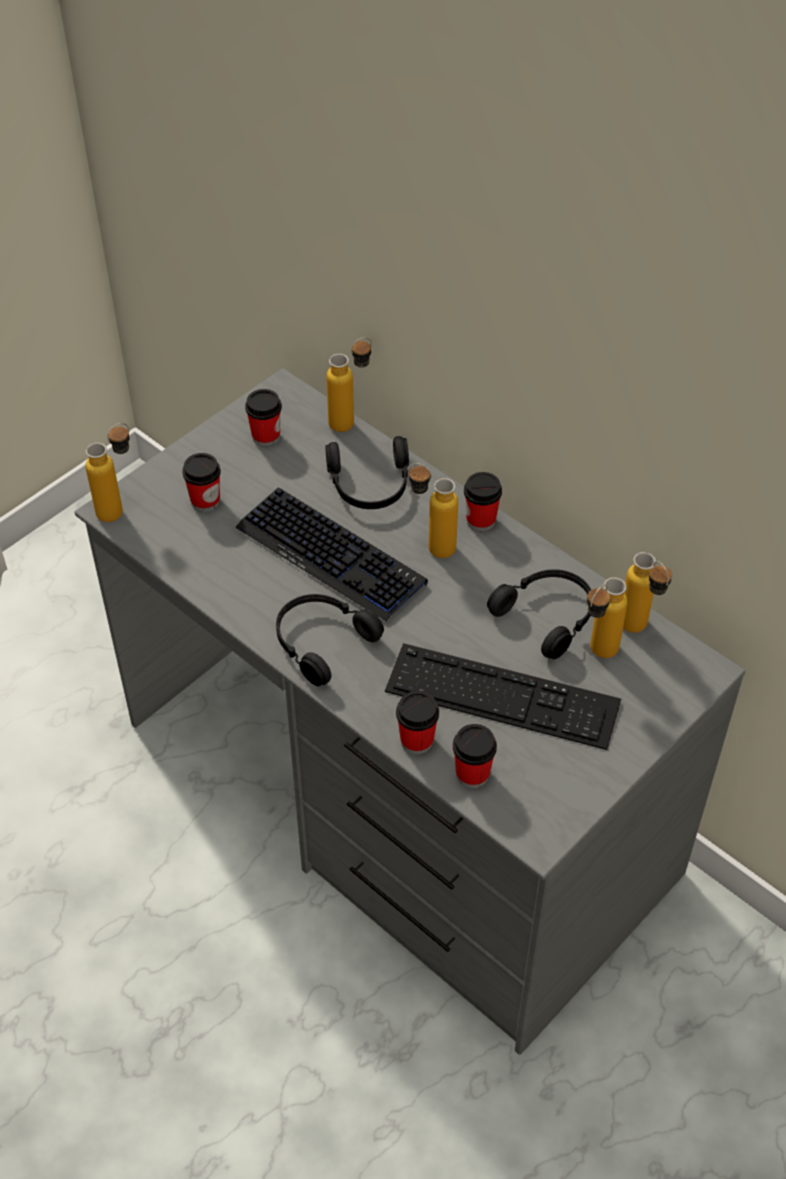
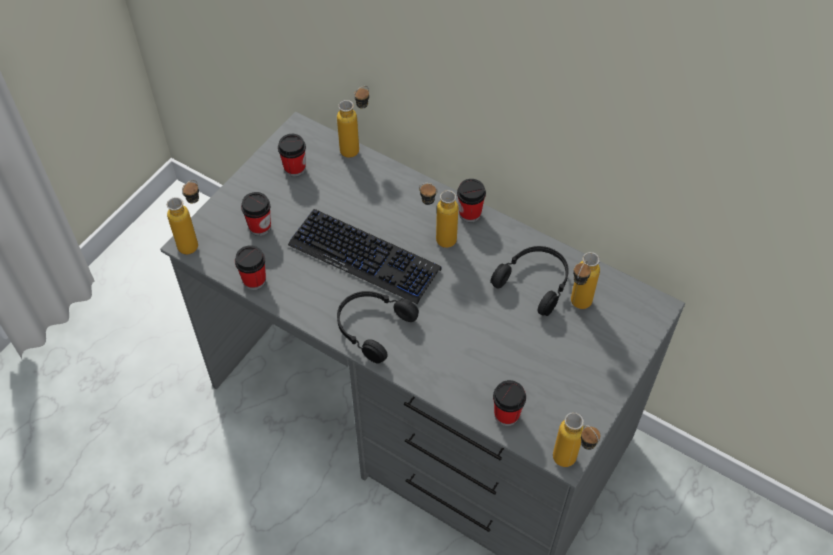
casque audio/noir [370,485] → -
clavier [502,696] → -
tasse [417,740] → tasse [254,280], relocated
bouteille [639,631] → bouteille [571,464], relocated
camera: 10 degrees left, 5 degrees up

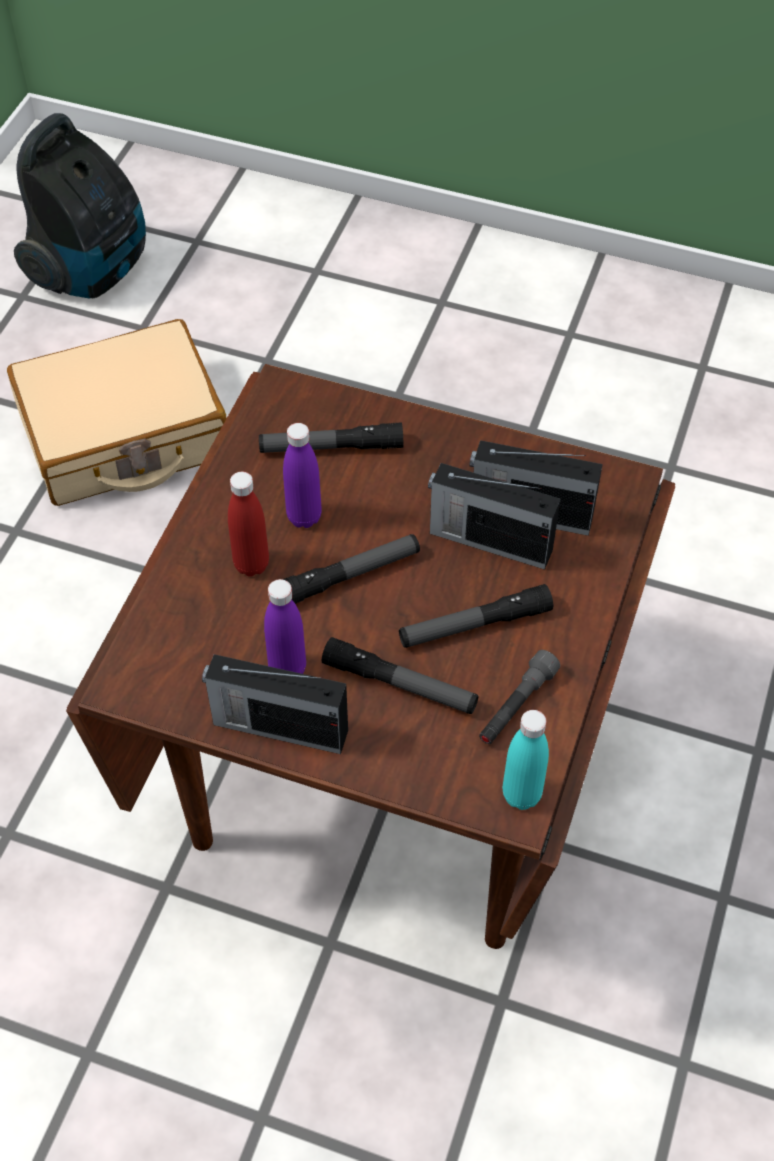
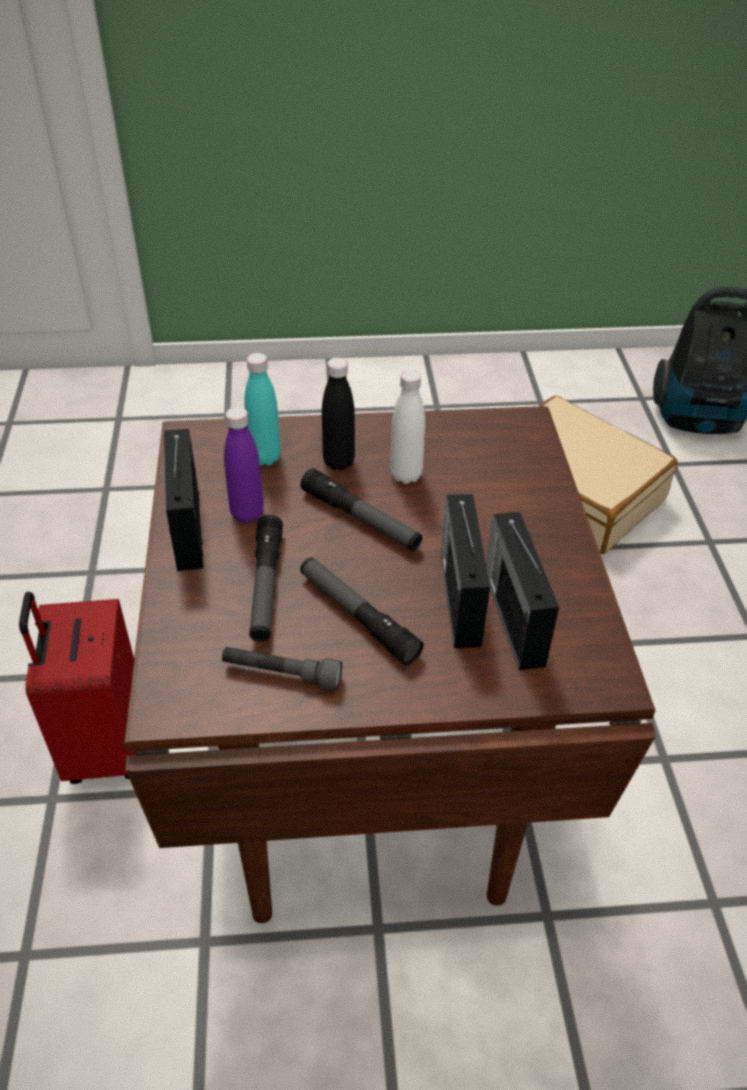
bouteille/rouge [251,564] → bouteille/noir [338,462]
lampe de poche [331,447] → -
bouteille/violet [304,517] → bouteille/blanc [406,475]
bouteille/turquoise [521,794] → bouteille/turquoise [265,457], relocated
- → valise/rouge [104,745]
camera: 65 degrees right, 10 degrees down

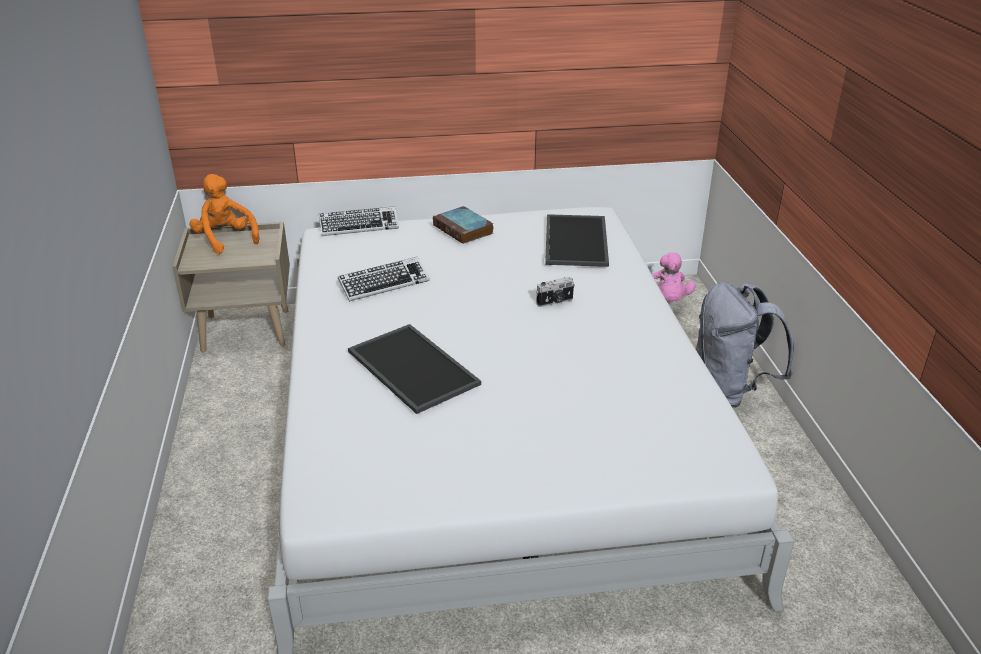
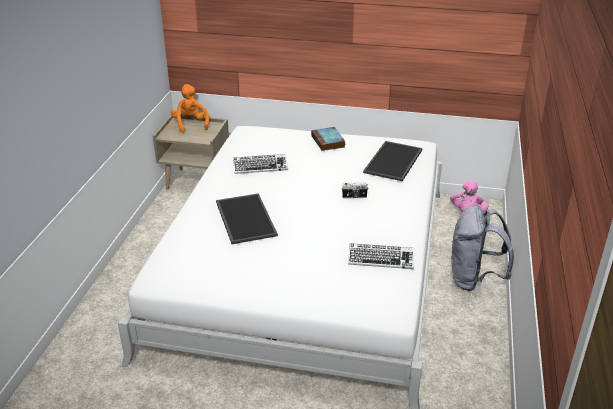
clavier [359,226] → clavier [381,259], relocated
camera: 20 degrees right, 0 degrees up

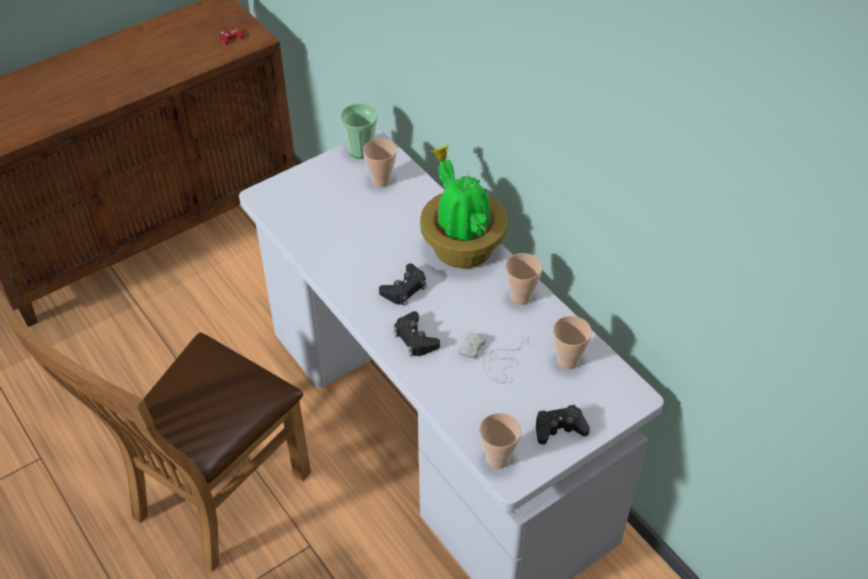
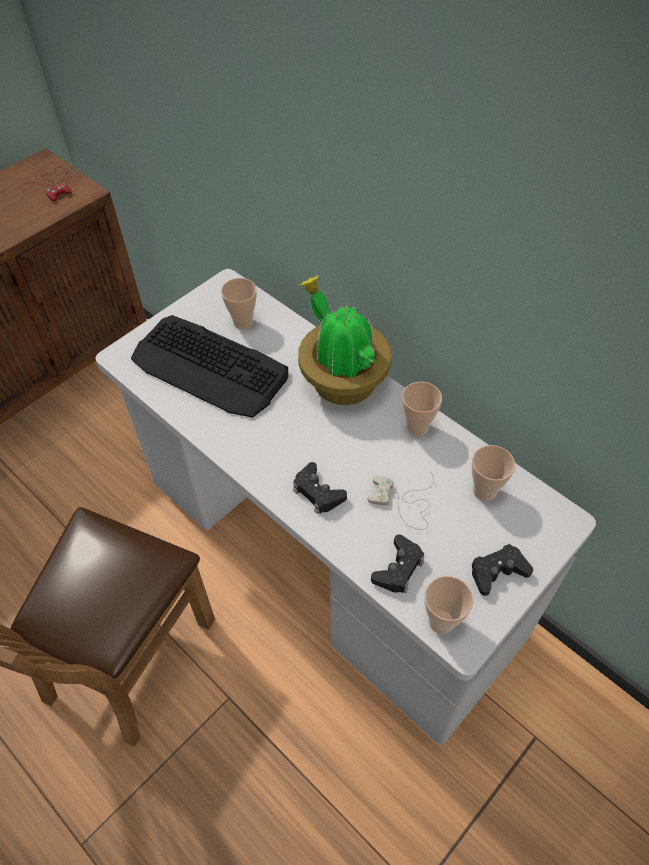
tasse [361,150] → -
manette/noir [404,289] → manette/noir [398,568], relocated
- → clavier [210,367]
camera: 10 degrees left, 5 degrees up

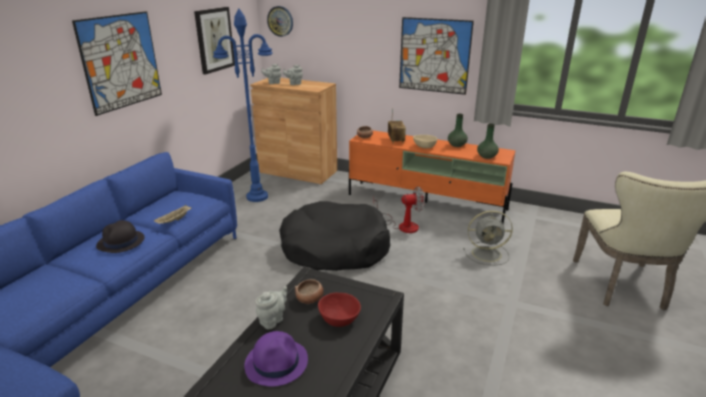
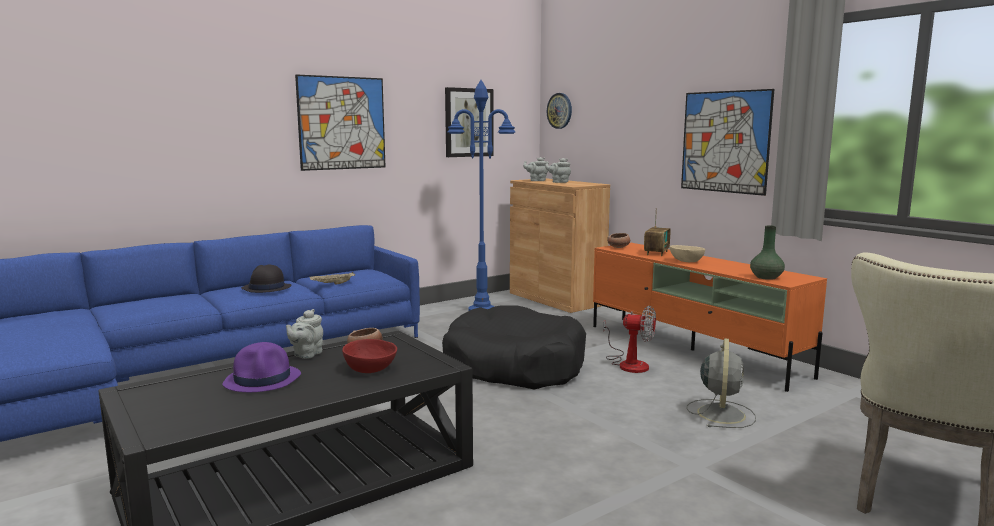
théière/gris [273,320] → théière/gris [306,354], 135 degrees clockwise
vase/vert [457,145] → -
ventilateur/gris [488,254] → ventilateur/gris [721,413], 105 degrees counterclockwise
camera: 30 degrees right, 15 degrees down

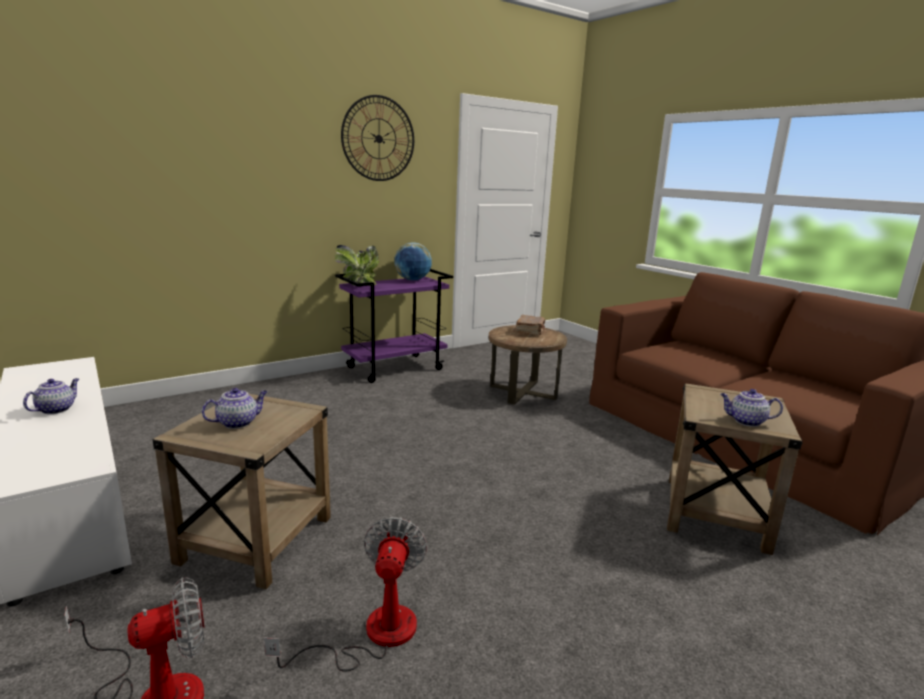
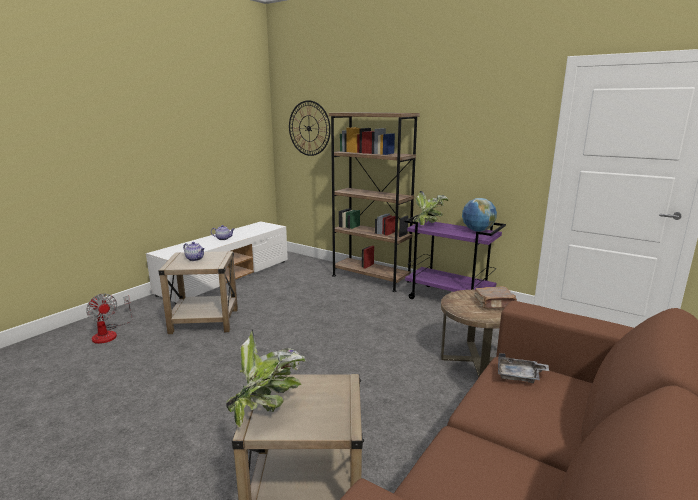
ventilateur [373,635] → -
horloge murale [378,139] → horloge murale [309,128], relocated
théière [746,421] → plante en pot [267,406]
- → bibliothèque/marron [370,278]
- → plateau/gris [519,376]
camera: 70 degrees right, 0 degrees up

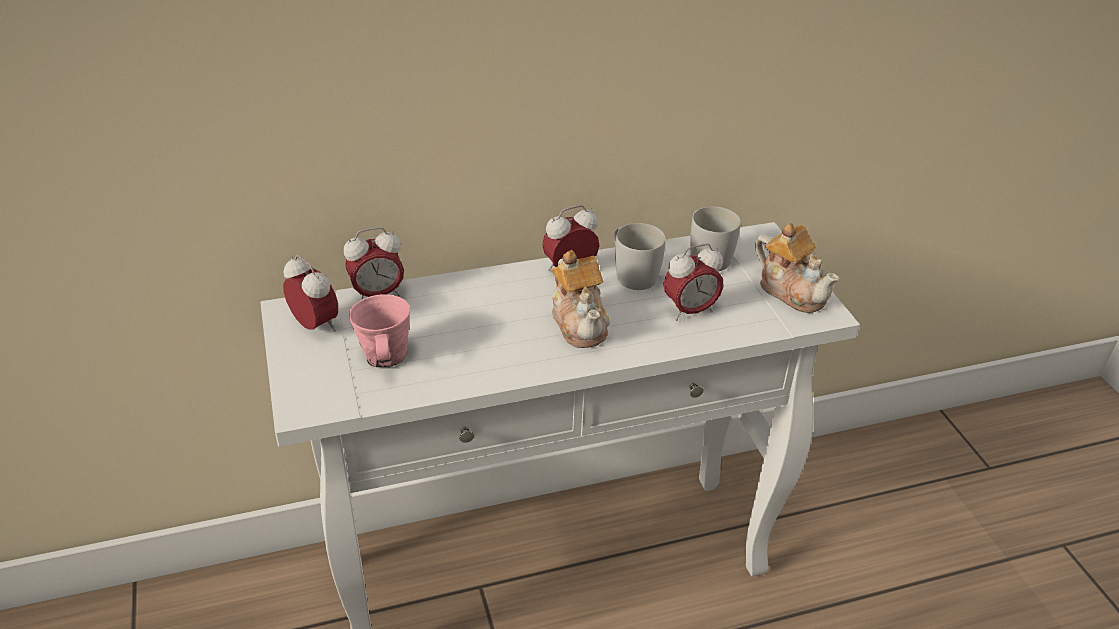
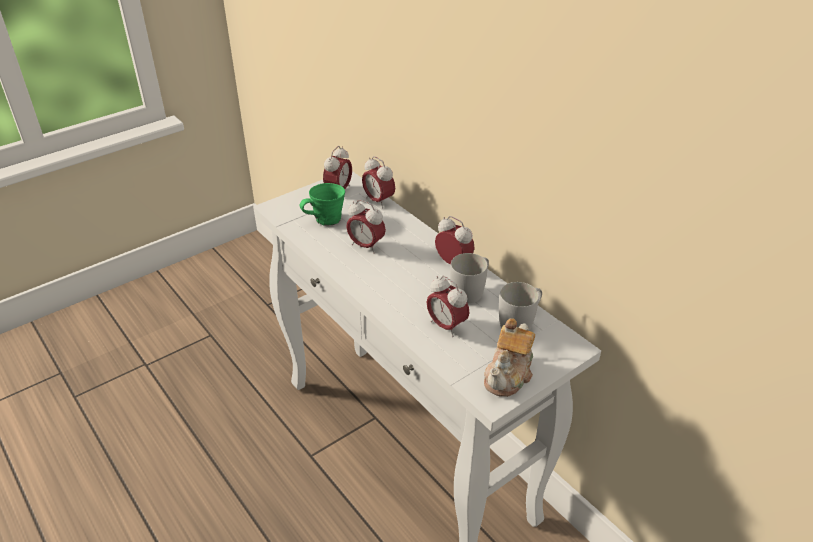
mug/rose [385,357] → mug/vert [326,220]
théière [580,322] → -
- → réveil [366,246]
camera: 70 degrees right, 0 degrees up

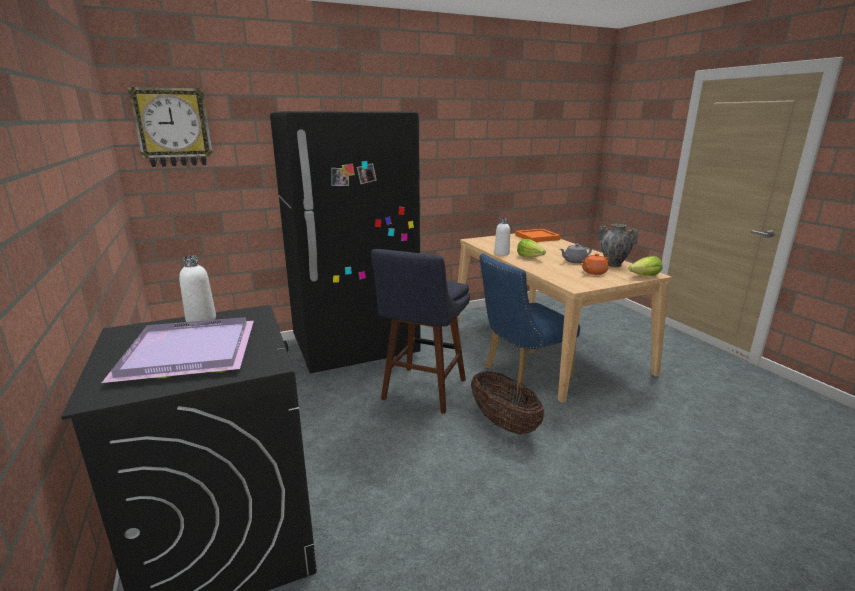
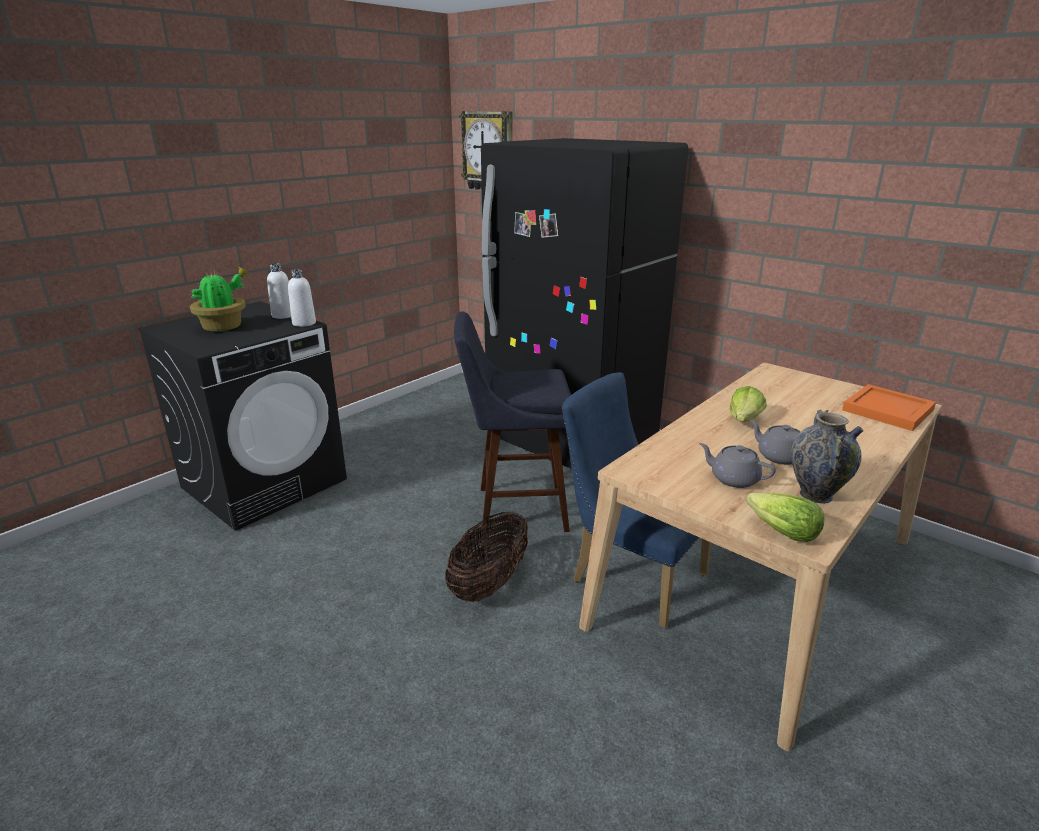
plateau/violet [186,351] → plante en pot [224,327]
bouteille/blanc [501,253] → bouteille/blanc [304,323], relocated
théière/orange [593,272] → théière/gris [733,479]
camera: 65 degrees right, 5 degrees up

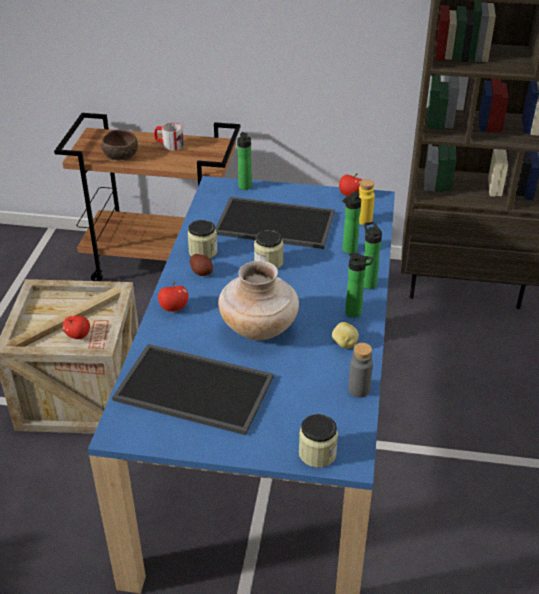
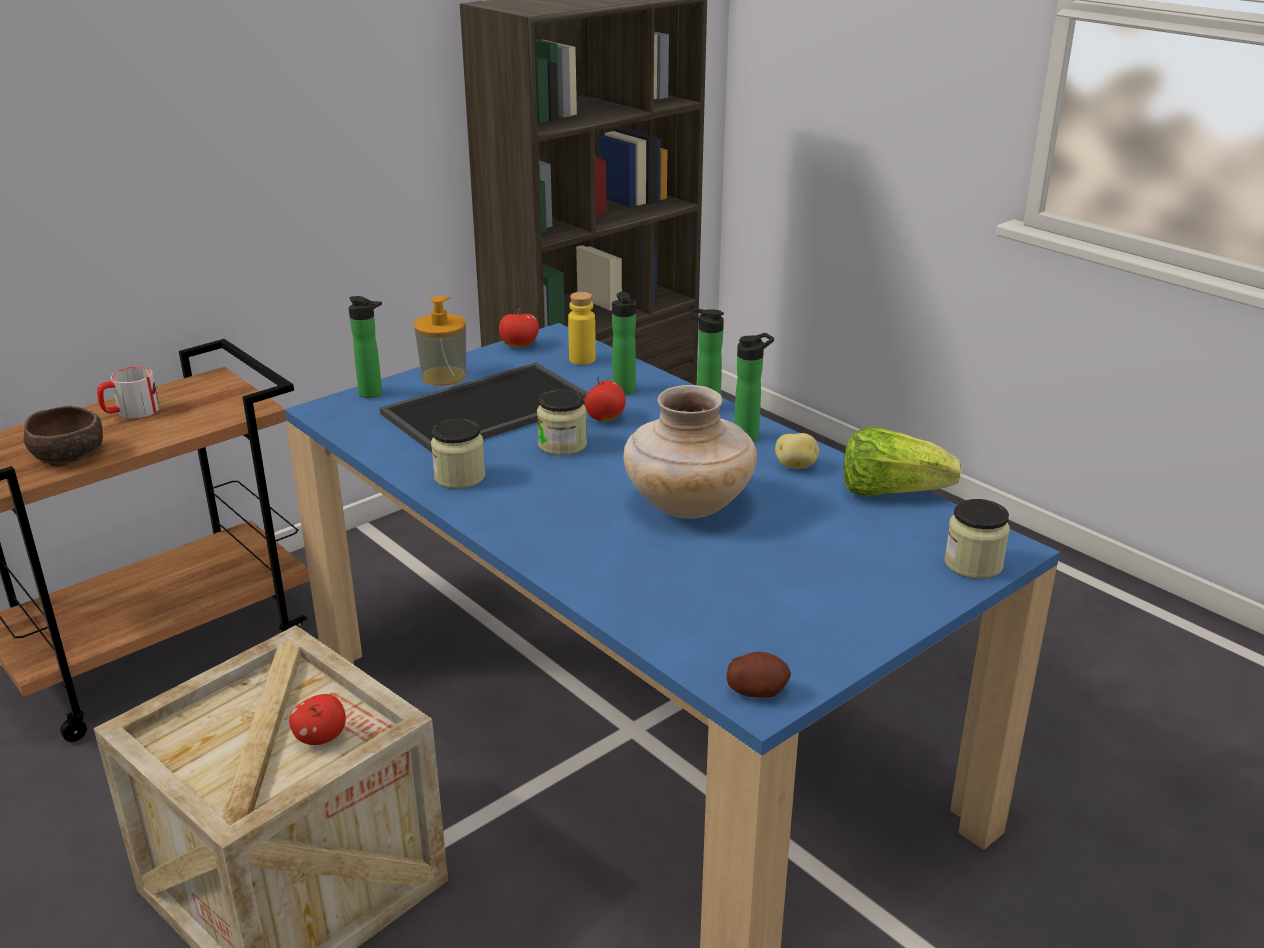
plateau [192,390] → -
pomme [174,308] → pomme [605,418], relocated
pomme de terre [202,272] → pomme de terre [757,691], relocated
bouteille/gris [359,390] → laitue [890,492]
- → distributeur de savon [444,376]
camera: 50 degrees left, 10 degrees down

